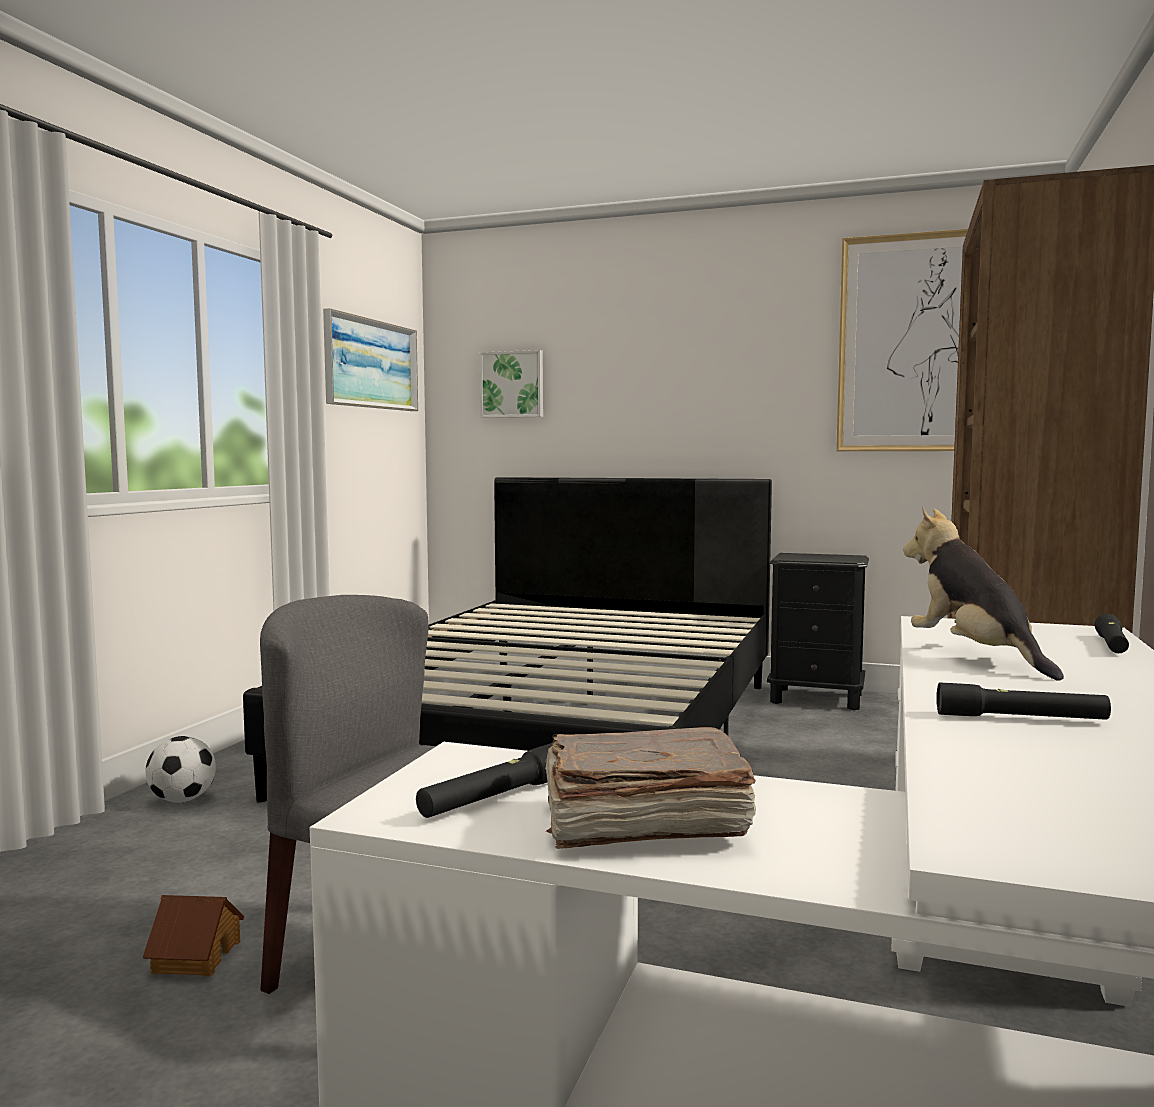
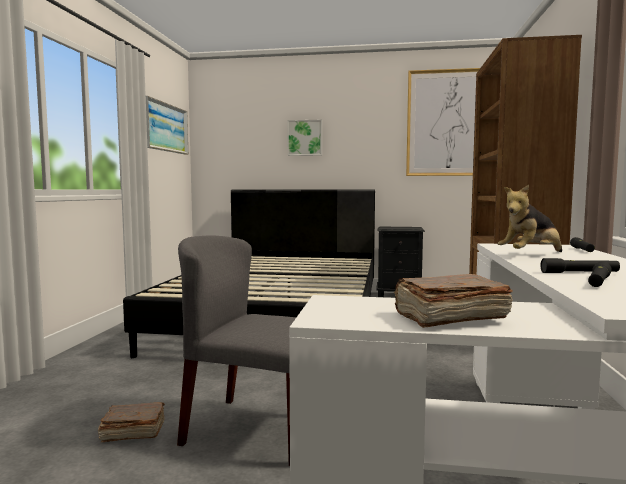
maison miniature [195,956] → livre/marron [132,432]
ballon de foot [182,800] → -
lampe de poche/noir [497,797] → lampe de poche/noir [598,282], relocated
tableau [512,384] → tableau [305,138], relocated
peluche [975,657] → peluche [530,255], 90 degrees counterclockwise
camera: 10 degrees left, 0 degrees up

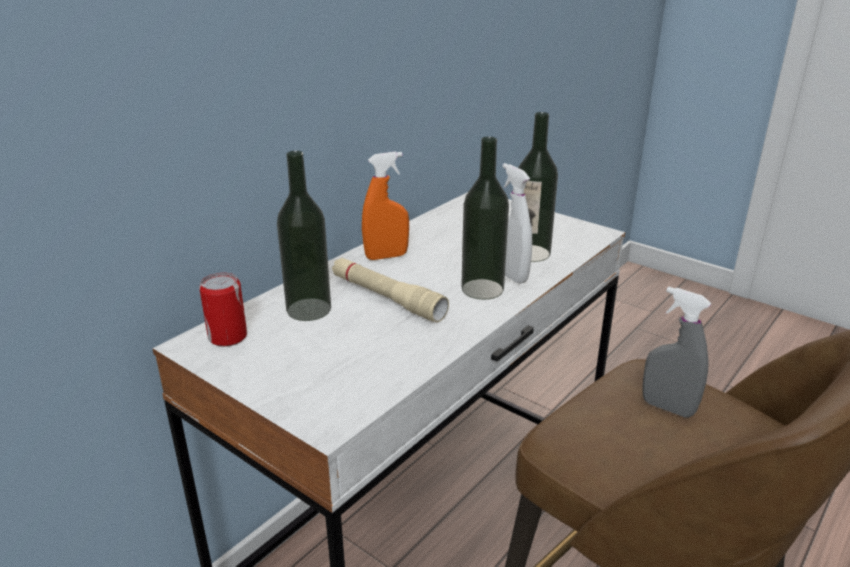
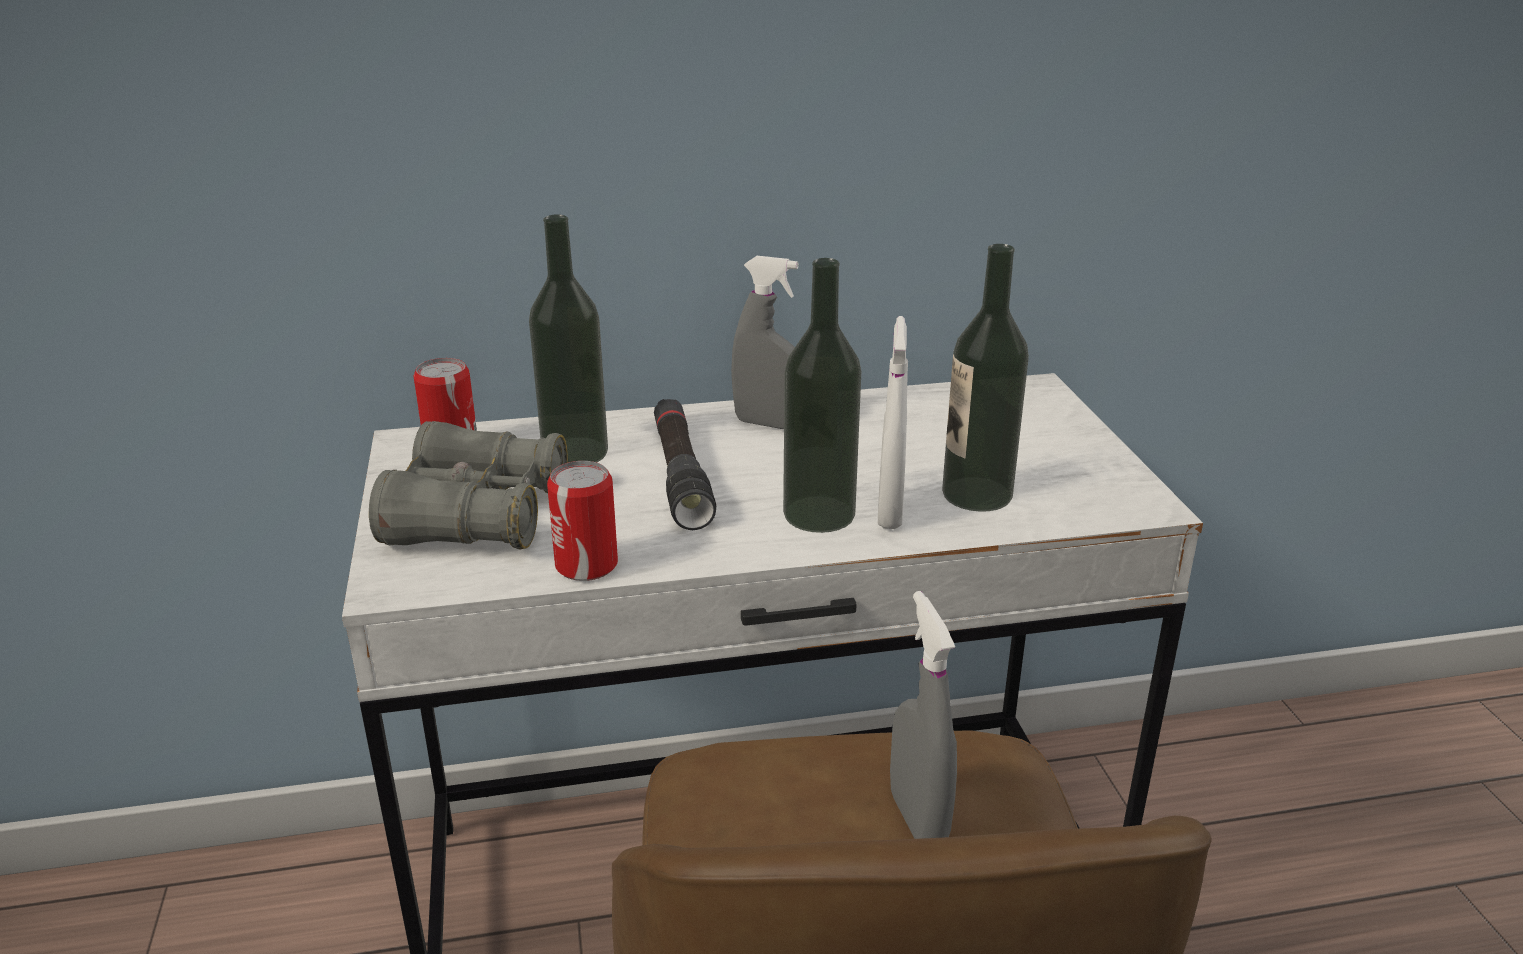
lampe de poche/beige [387,298] → lampe de poche/noir [681,476]
vaporisateur/orange [386,256] → vaporisateur/gris [768,423]
- → jumelles/gris [476,516]
- → boîte métallique [586,565]
camera: 40 degrees right, 0 degrees up

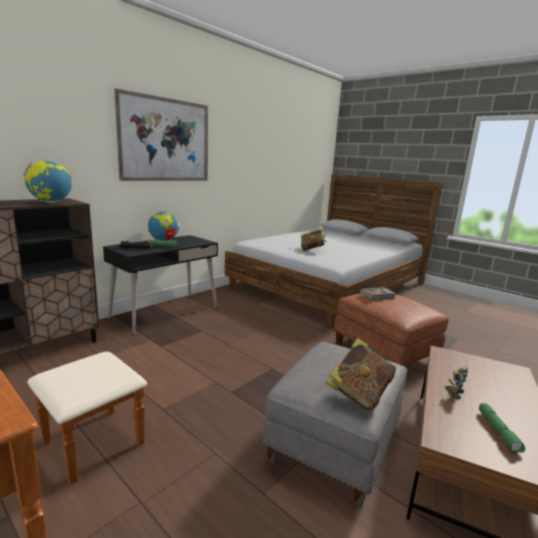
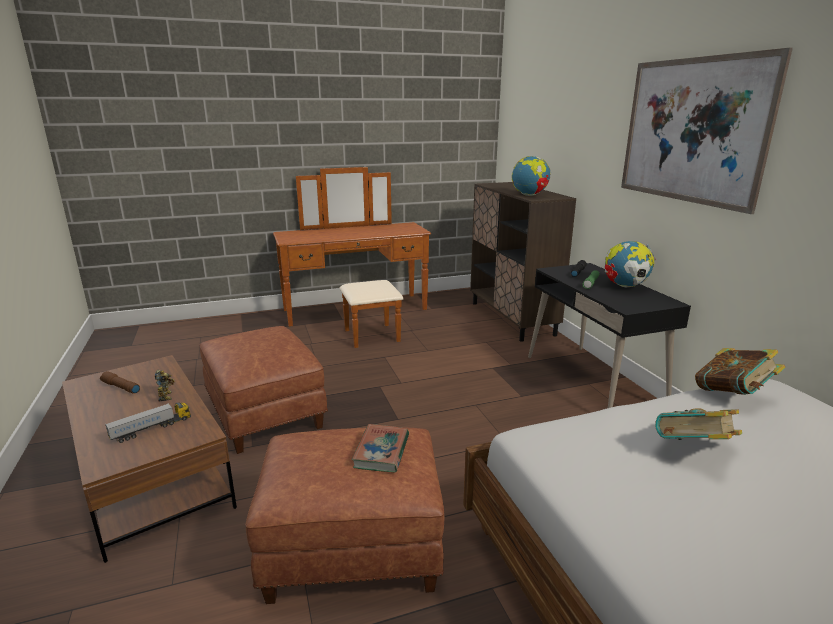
pouf/gris [334,441] → pouf/marron [267,414]
livre [358,395] → livre [732,394], relocated
lampe de poche/vert [498,432] → lampe de poche/marron [120,387]
- → camion jouet [151,429]
camera: 120 degrees right, 5 degrees up

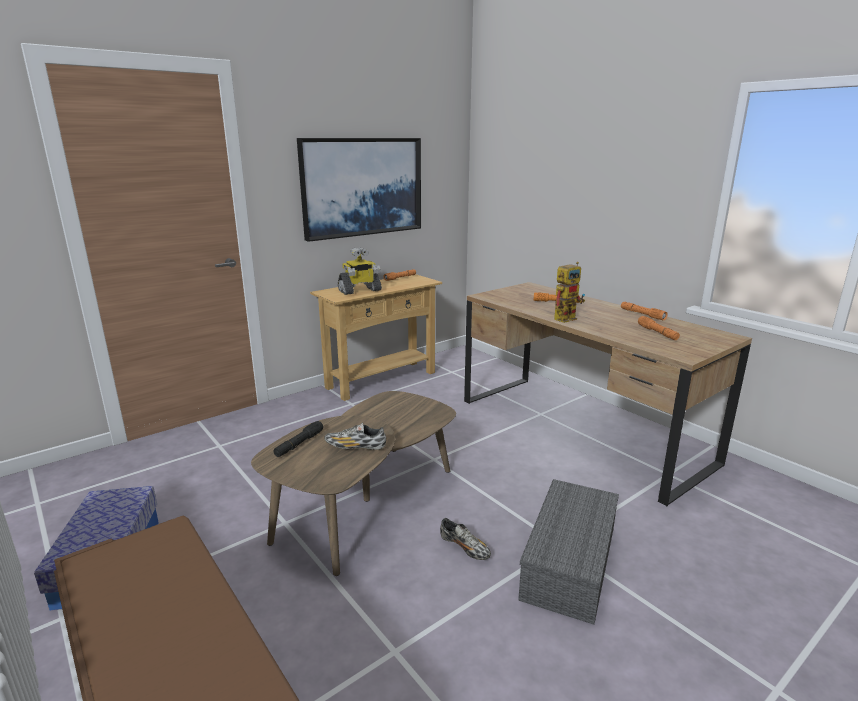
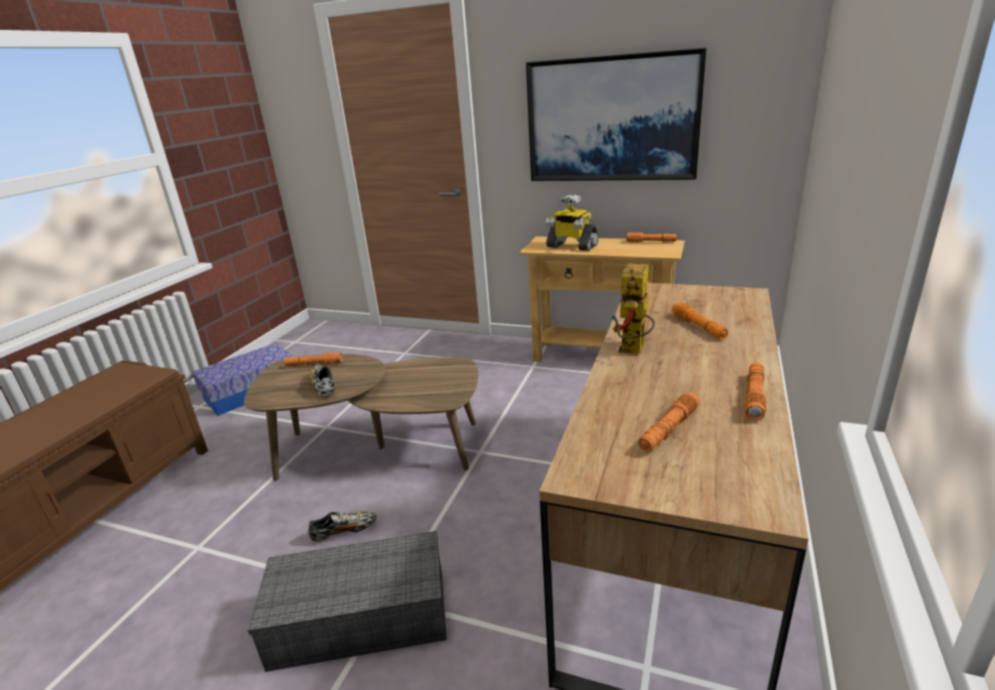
lampe de poche/noir [299,444] → lampe de poche/orange [314,364]
chaussure [464,548] → chaussure [344,532], 120 degrees counterclockwise
robot jouet [567,317] → robot jouet [634,351], 90 degrees clockwise
camera: 60 degrees right, 5 degrees up

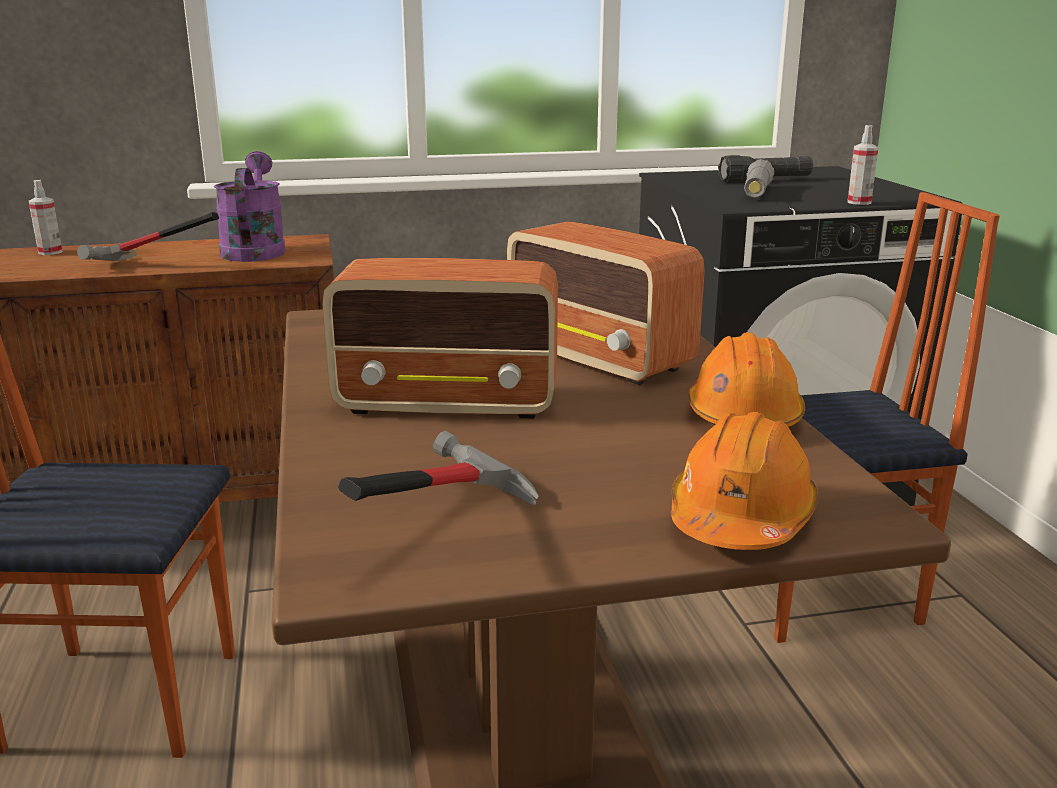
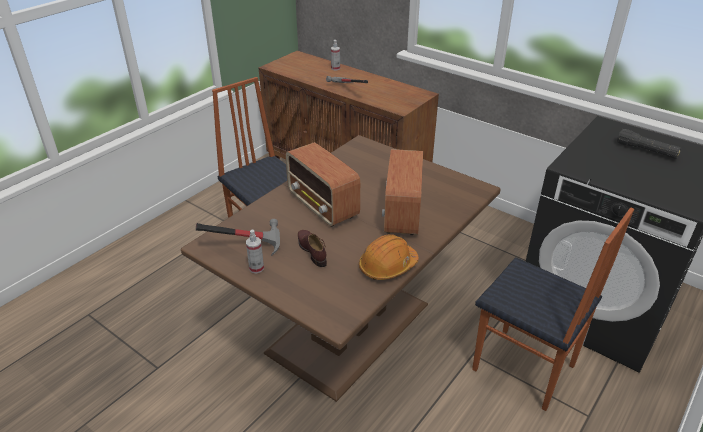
arrosoir/violet [254,250] → -
casque de chantier/orange [741,518] → -
lampe de poche/gris [756,193] → -
vaporisateur [859,202] → vaporisateur [256,268], relocated
- → chaussure/marron [312,250]
camera: 50 degrees right, 15 degrees up

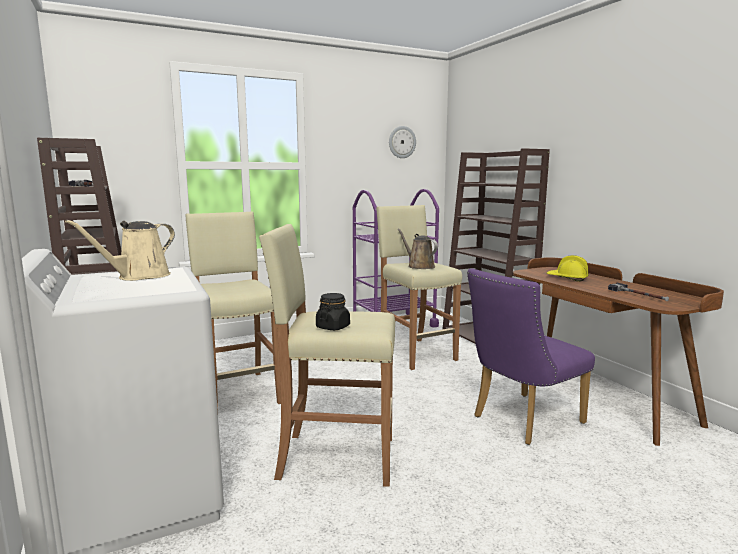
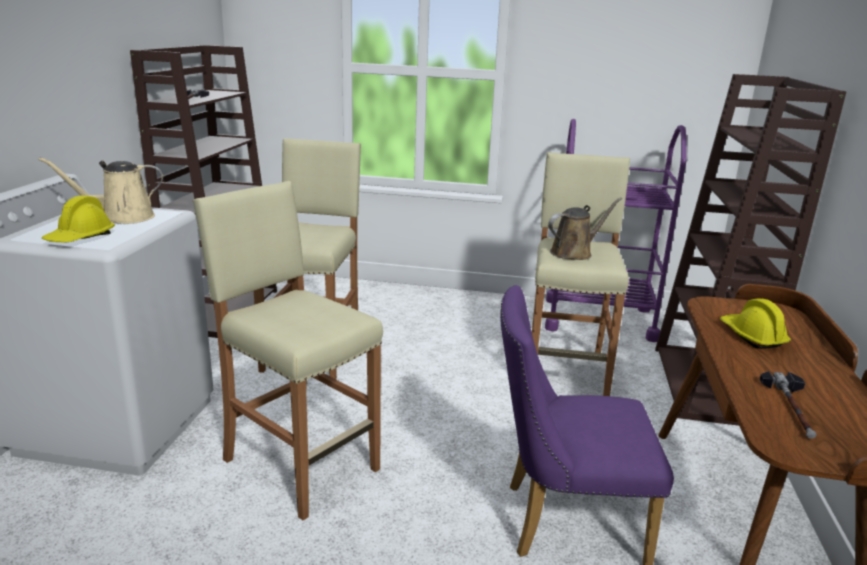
bocal/noir [333,327] → -
horloge murale [402,142] → -
arrosoir/marron [419,266] → arrosoir/marron [574,252], 60 degrees clockwise
- → casque de chantier/jaune [80,238]
camera: 35 degrees right, 10 degrees up

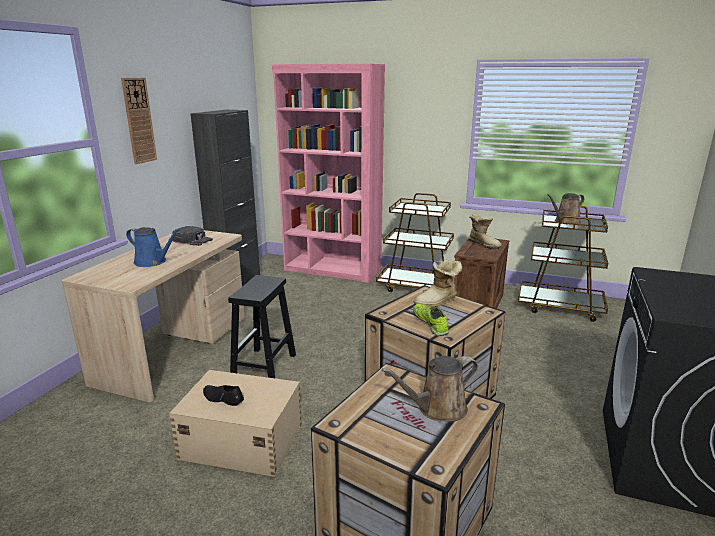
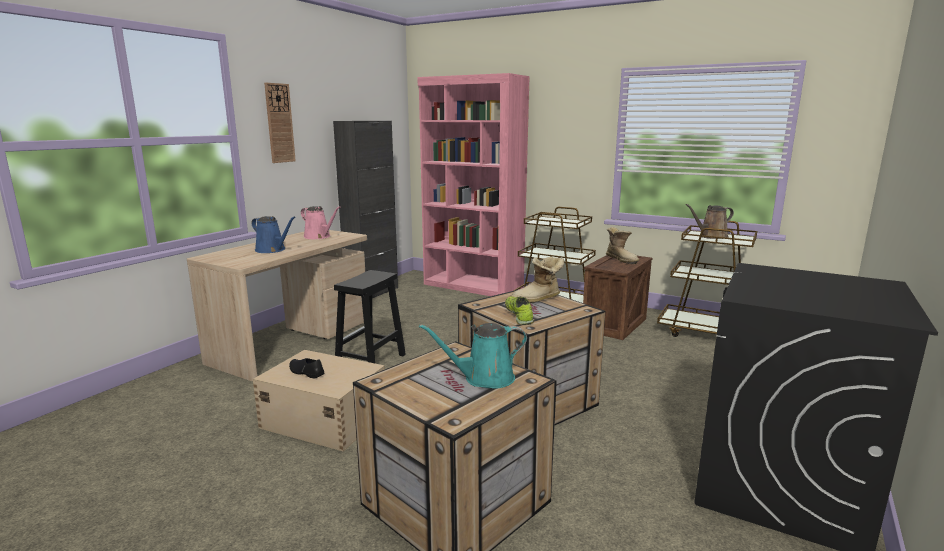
casquette/noir [193,240] → arrosoir/rose [319,237]
arrosoir/marron [438,409] → arrosoir/turquoise [484,378]
camera: 10 degrees right, 5 degrees down

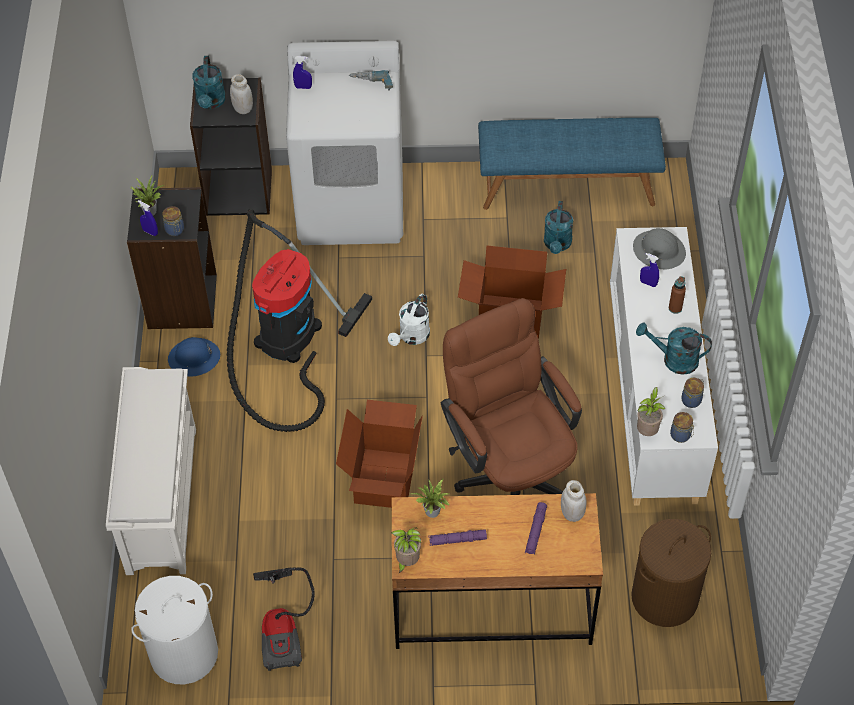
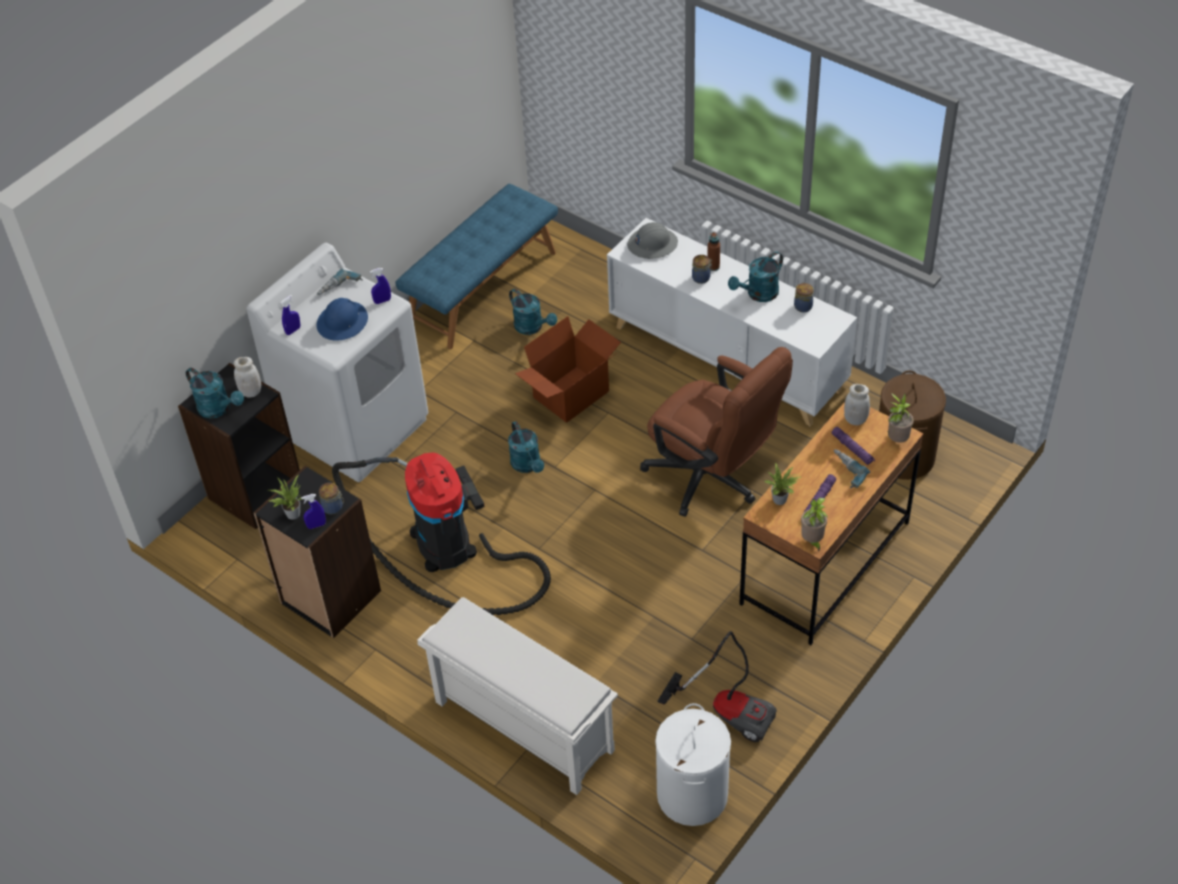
casque de chantier/bleu [194,358] → casque de chantier/bleu [343,322], relocated
carton [383,478] → -
arrosoir/blanc [411,337] → arrosoir/turquoise [528,465]
chaise de bureau/marron [510,470] → chaise de bureau/marron [712,479], 150 degrees counterclockwise
plante en pot [647,431] → plante en pot [896,439], relocated
vaporisateur/bleu [648,283] → vaporisateur/bleu [382,301], relocated
bocal [681,435] → bocal [702,278], relocated
- → perceuse [845,472]
camera: 50 degrees left, 5 degrees down

